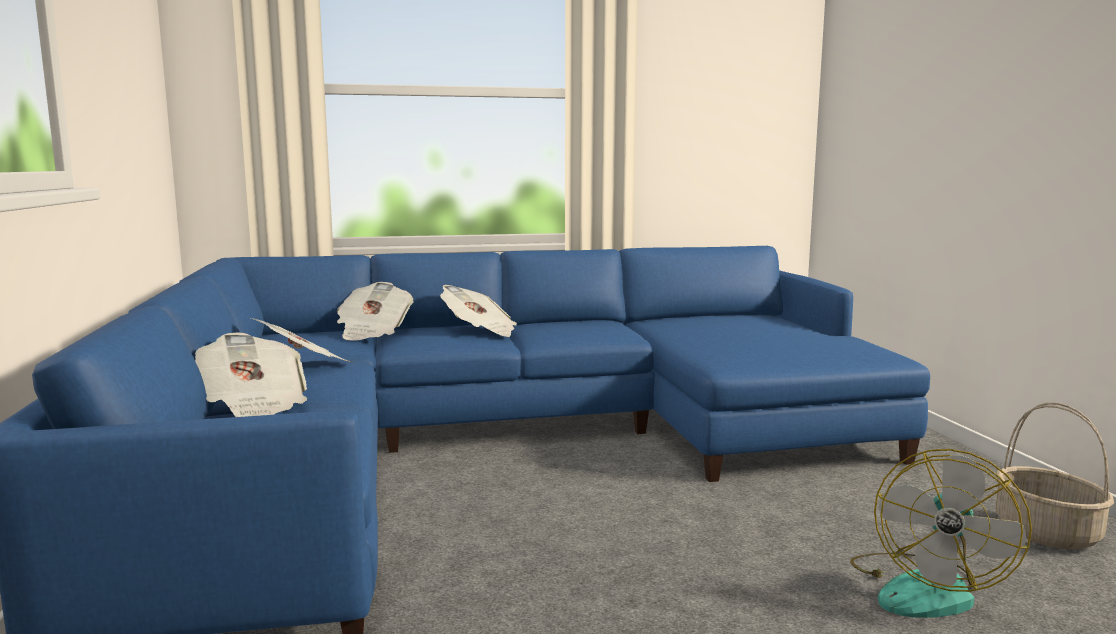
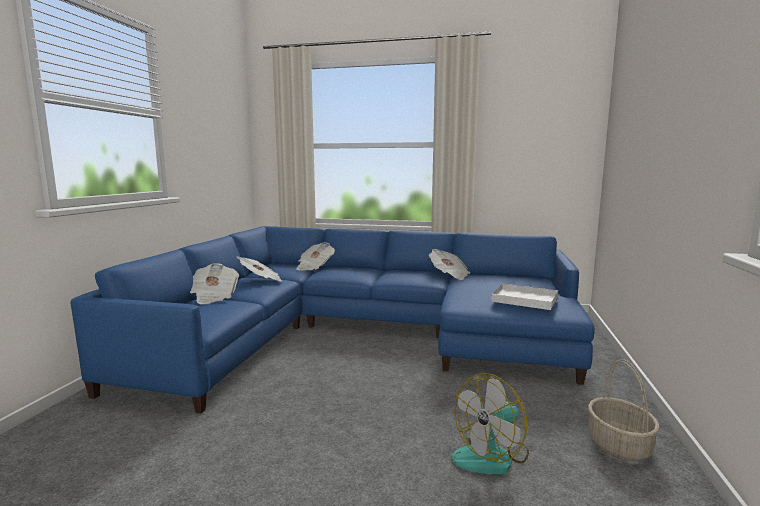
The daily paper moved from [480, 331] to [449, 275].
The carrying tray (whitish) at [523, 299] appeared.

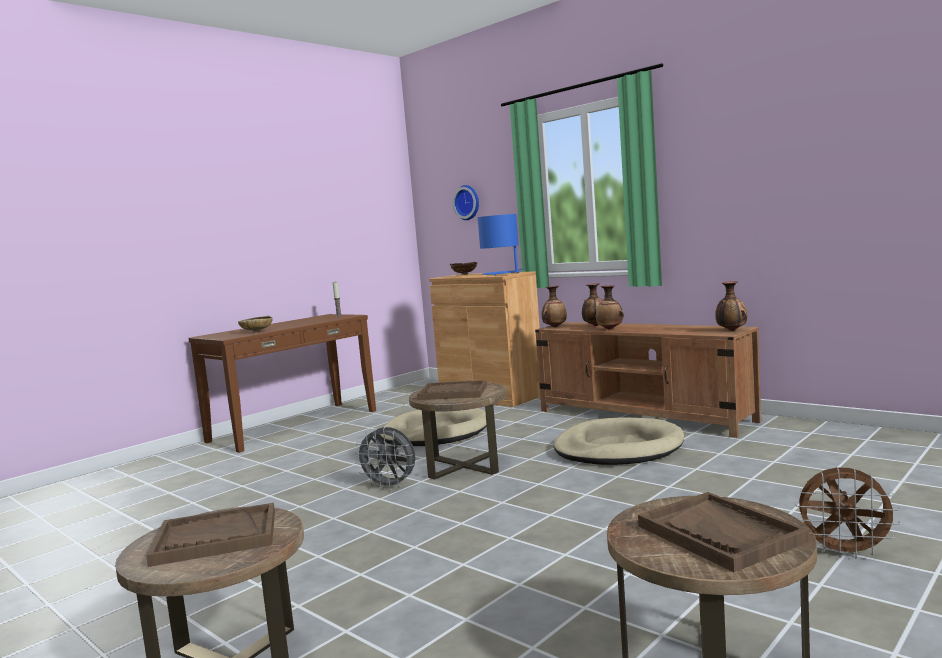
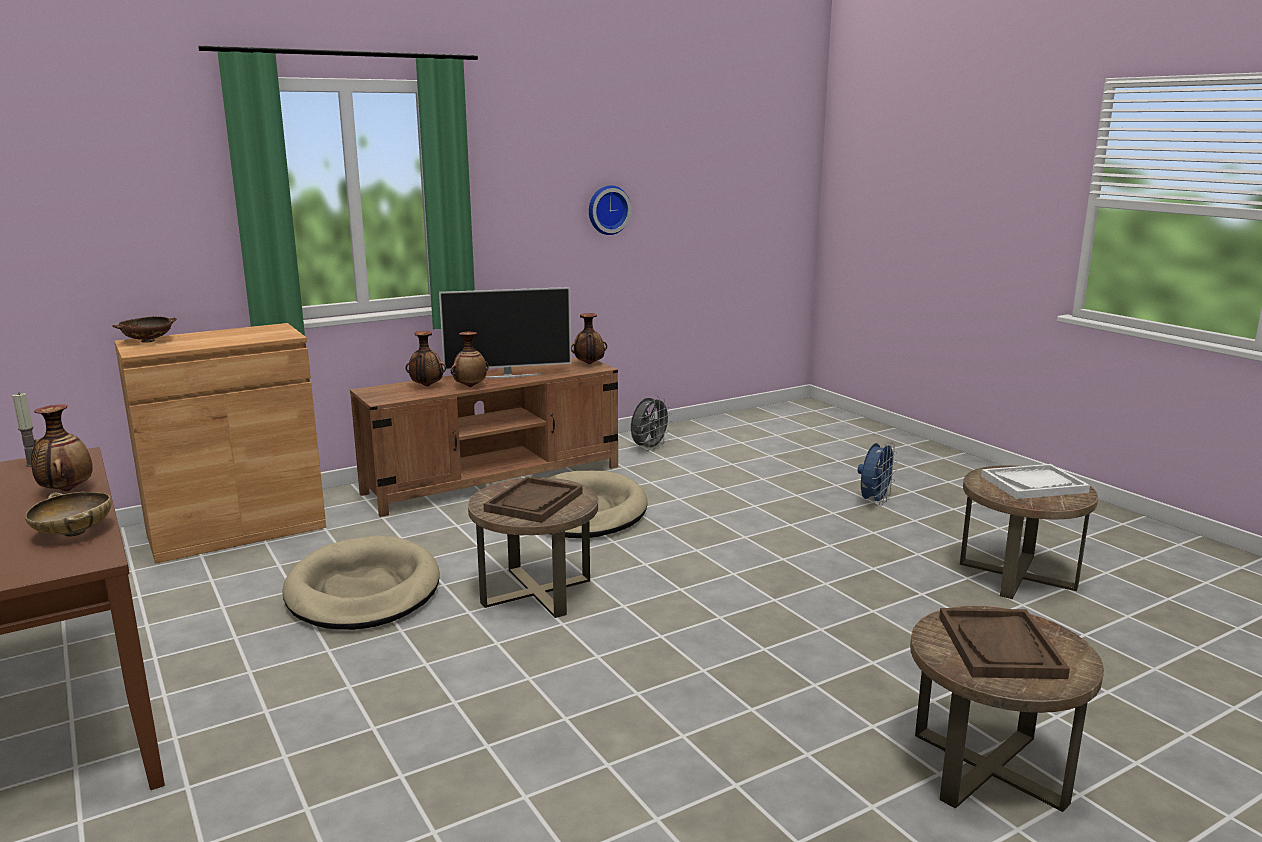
The decorative vase moved from [554, 327] to [66, 490].
The television at [508, 376] appeared.
The clock on the wall moved from [468, 202] to [607, 210].
The cooling fan (grey) moved from [390, 487] to [649, 448].
The cooling fan (brown-coloured) at [845, 552] became the cooling fan (blue-coloured) at [874, 501].
The carrying tray (brown-coloured) at [720, 533] became the carrying tray (whitish) at [1033, 484].
The table lamp (blue-coloured) at [501, 274] disappeared.

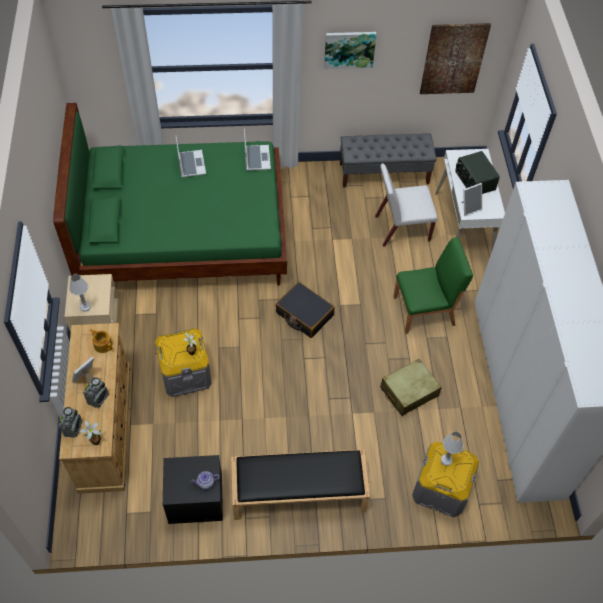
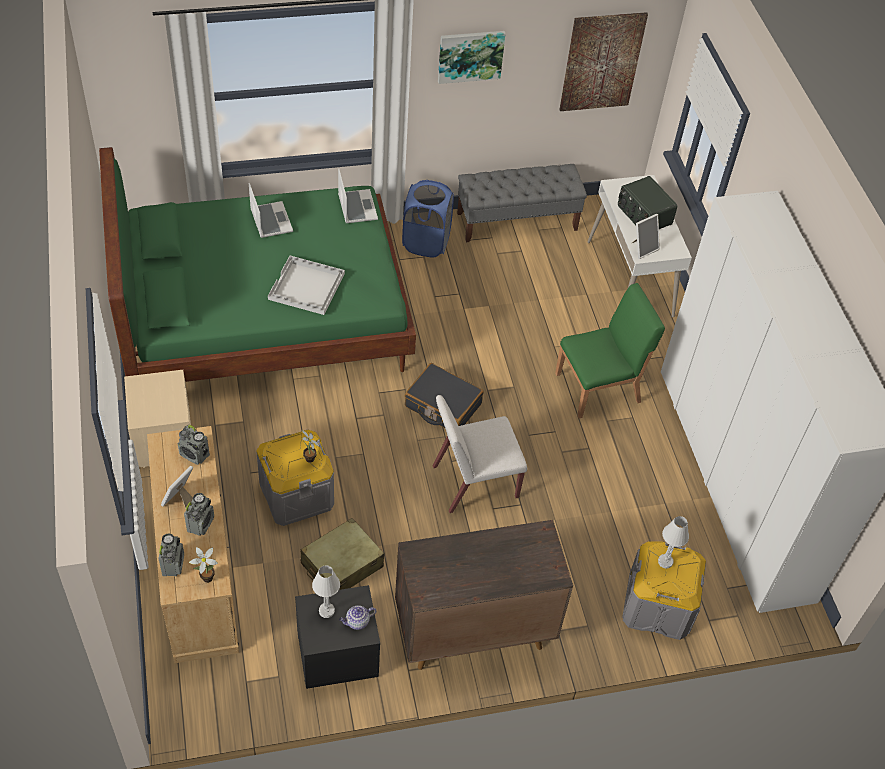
The pot for tea at [103, 344] was replaced by the radio receiver at [195, 455].
The carrying tray (whitish) at [307, 287] appeared.
The piece of luggage (sand-coloured) moved from [409, 392] to [341, 565].
The table lamp (whitish) moved from [85, 307] to [326, 611].
The bench (black-coloured) at [298, 493] was replaced by the cabinet (brown-coloured) at [472, 631].
The laundry basket (blue-coloured) at [426, 243] appeared.
The plain chair (whitish) moved from [401, 228] to [474, 482].

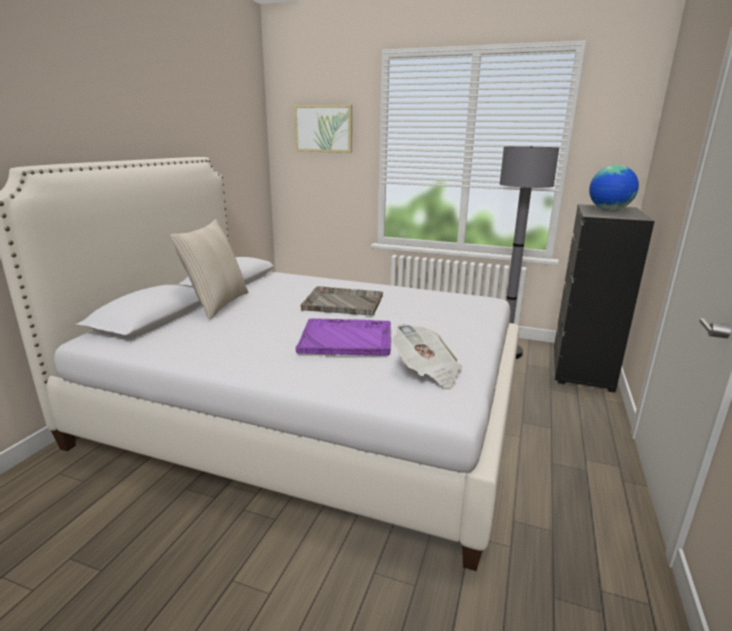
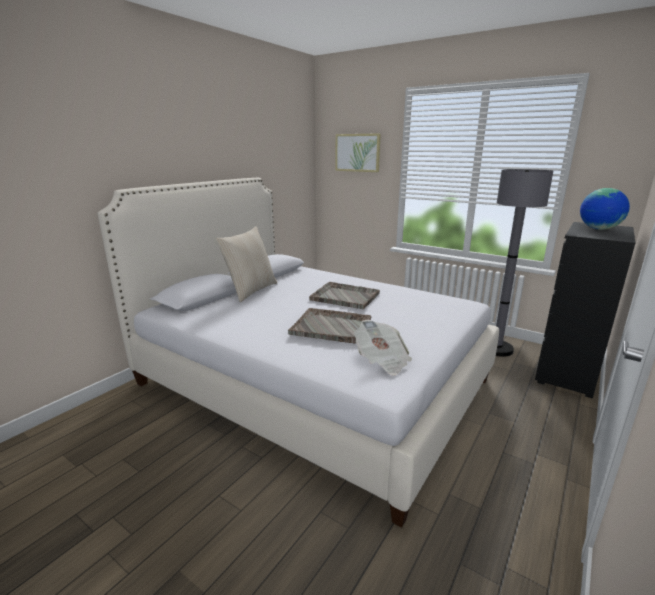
The carrying tray (purple) at [347, 339] became the carrying tray (grey) at [332, 327].

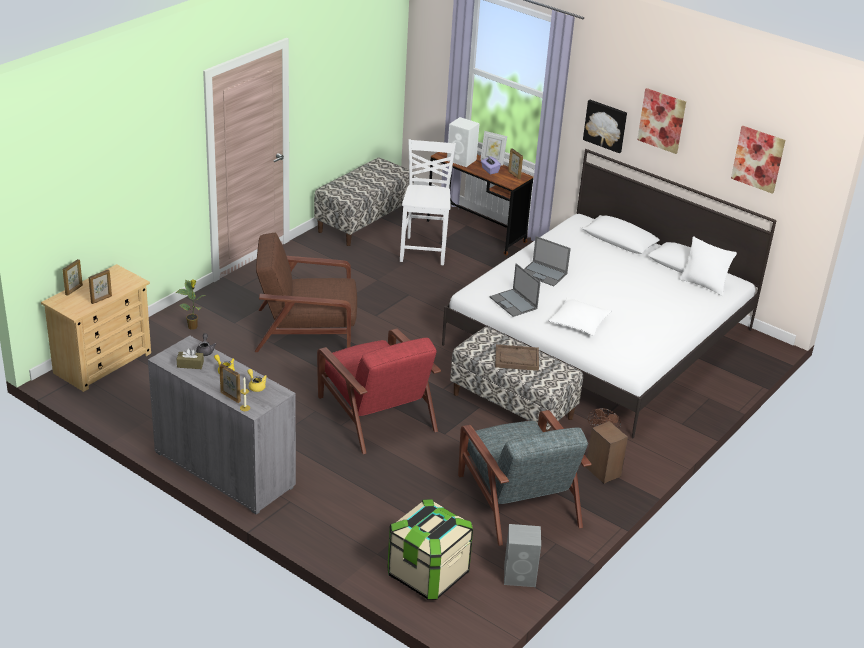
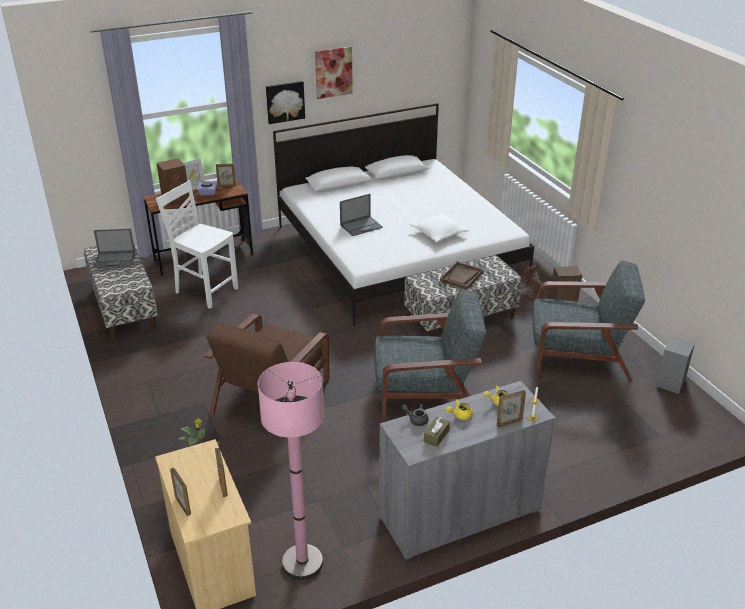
The portable computer moved from [514, 303] to [115, 260].
The speaker (whitish) at [462, 160] became the speaker (brown-coloured) at [176, 200].
The standing lamp (pink) at [302, 563] appeared.
The armchair (reddish) at [375, 412] became the armchair (grey) at [426, 391].
The storage bin at [428, 574] disappeared.
The cushion (whitish) at [703, 285] disappeared.
The picture at [758, 159] disappeared.

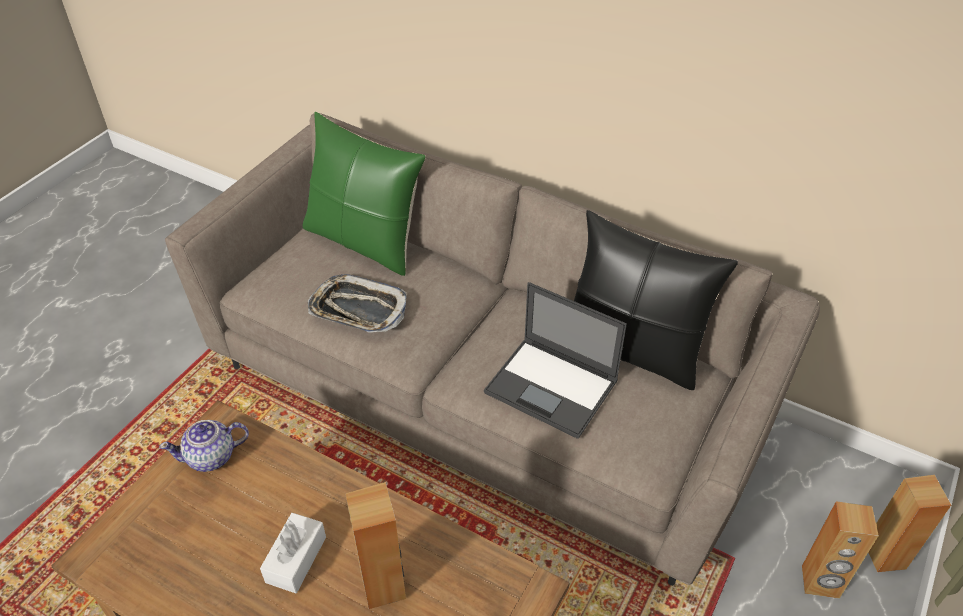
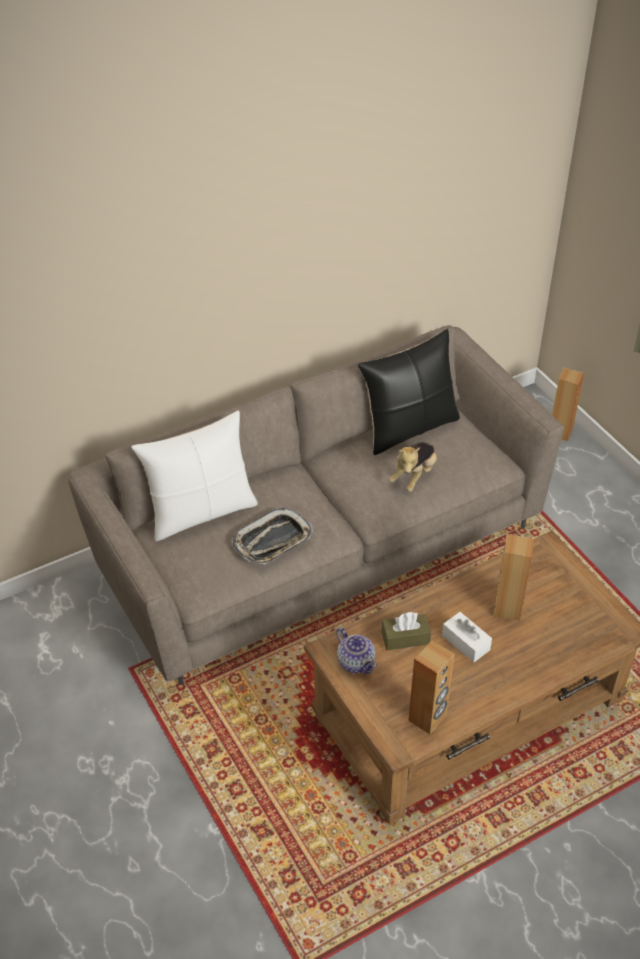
The cushion (green) at [364, 241] became the cushion (whitish) at [201, 512].
The pot for tea at [212, 457] turned 45 degrees counterclockwise.
The tissue box (brown-coloured) at [405, 638] appeared.
The portable computer at [552, 387] was replaced by the plush toy at [414, 476].
The speaker (brown-coloured) moved from [820, 582] to [428, 718].

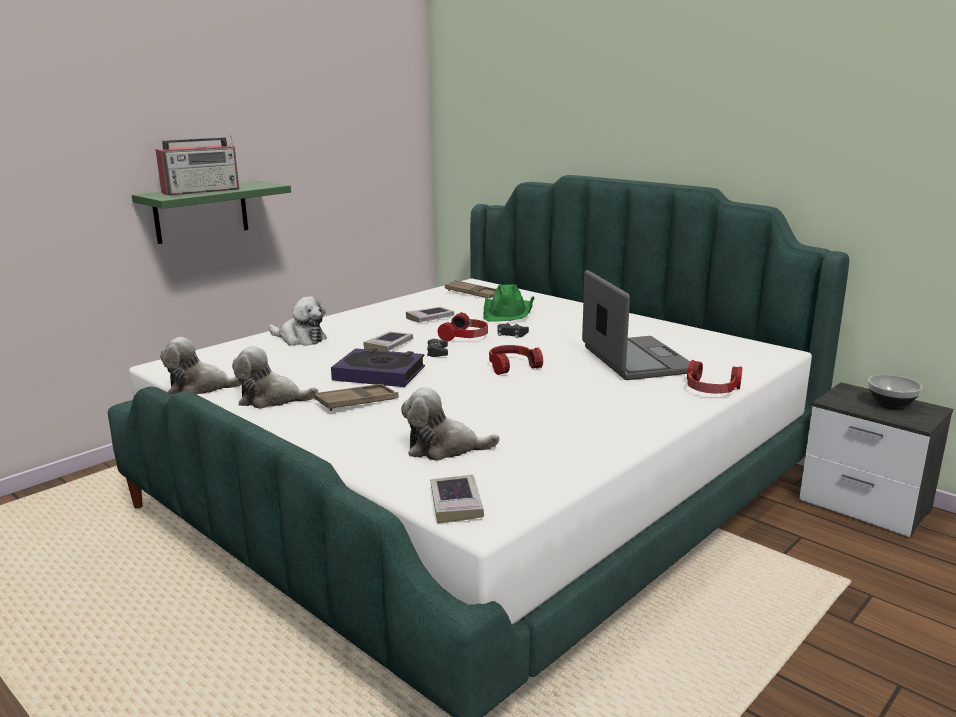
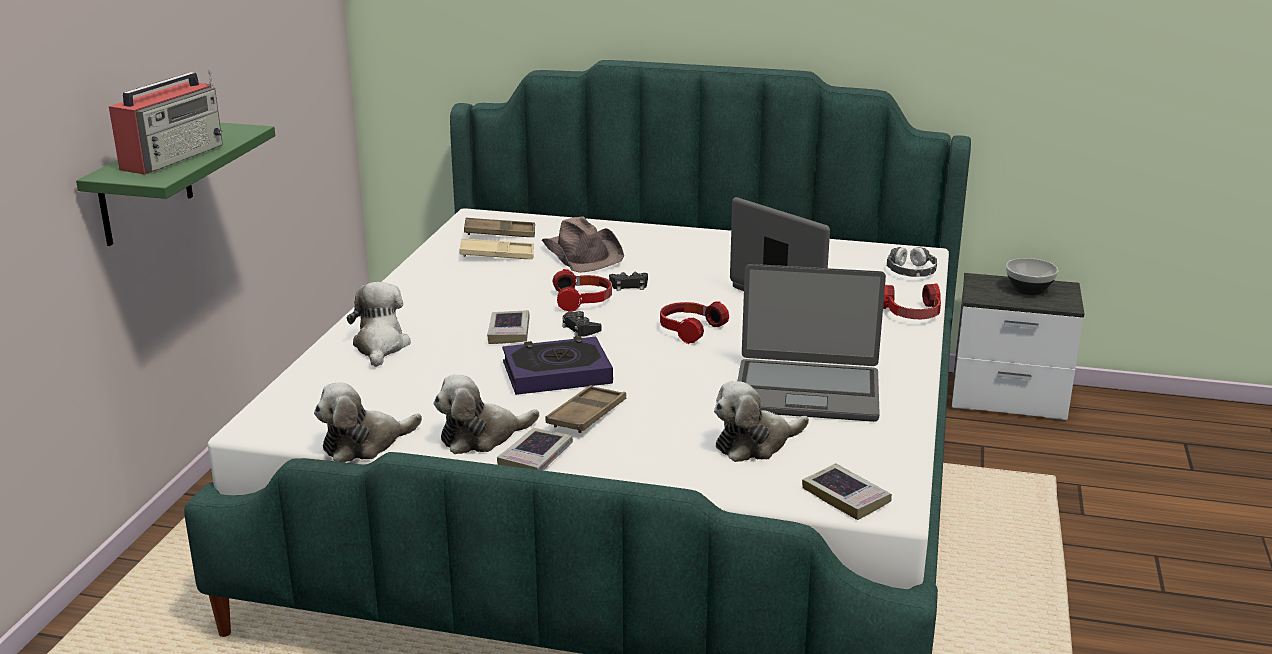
The plush toy at [300, 339] turned 90 degrees counterclockwise.
The carrying tray (sand-coloured) at [497, 255] appeared.
The book moved from [430, 318] to [535, 457].
The hat (green) at [508, 312] became the hat (brown-coloured) at [583, 254].
The portable computer at [807, 391] appeared.
The headset at [911, 271] appeared.

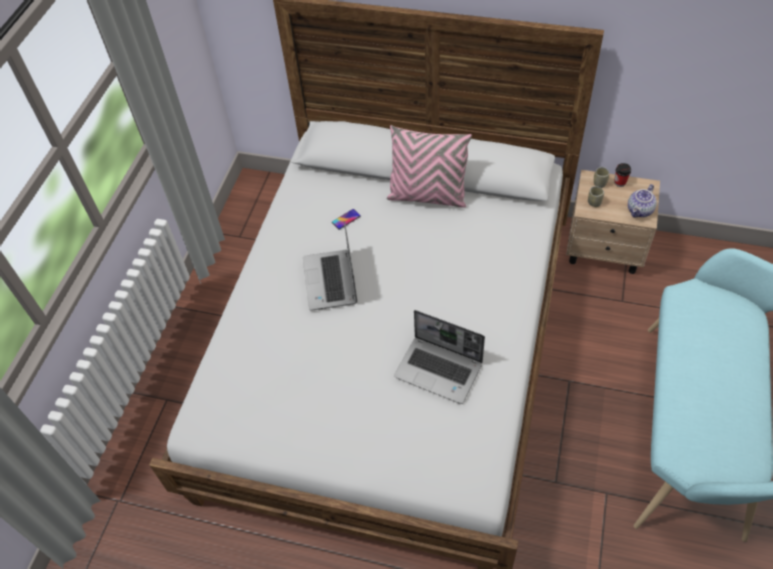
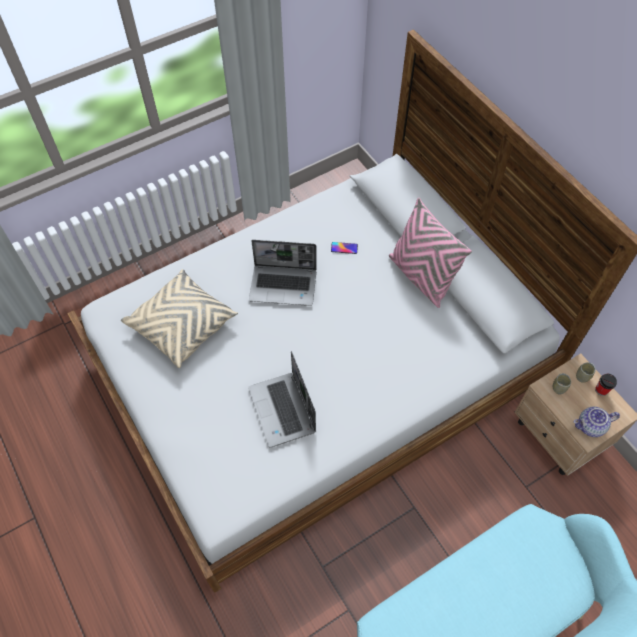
The cushion (sand-coloured) at [182, 324] appeared.
The portable computer at [331, 281] turned 120 degrees counterclockwise.

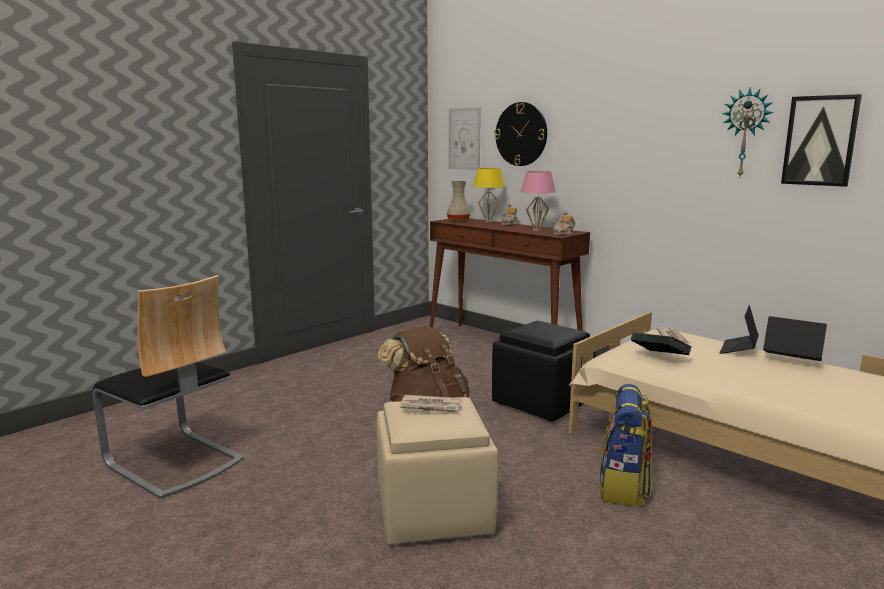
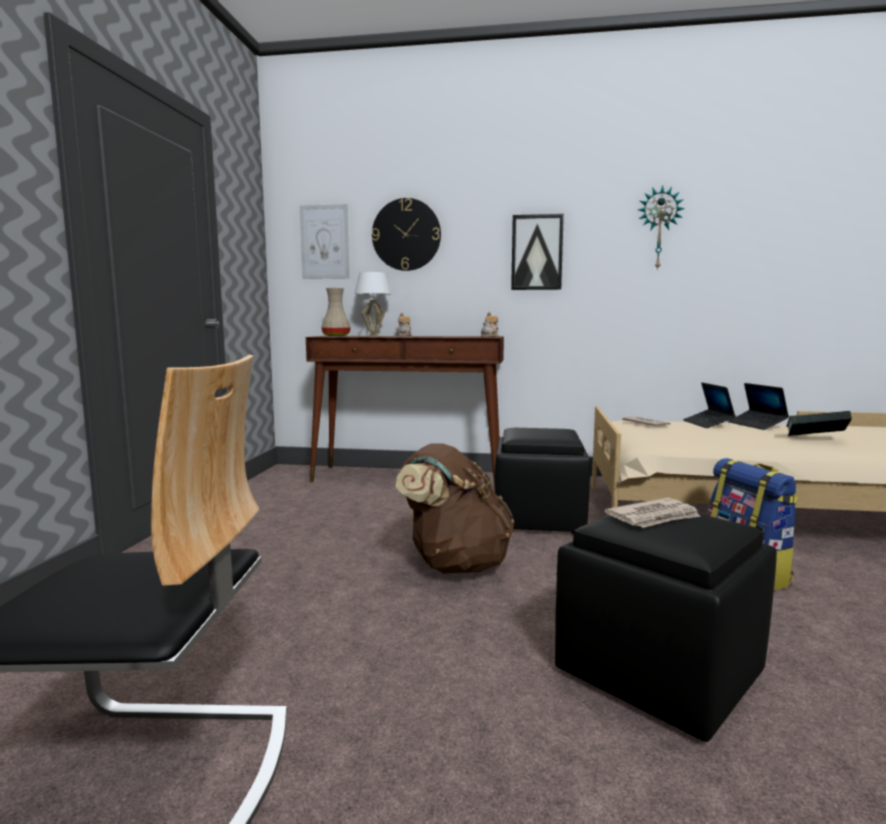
The table lamp (yellow-coloured) at [488, 221] became the table lamp (whitish) at [373, 335].
The picture moved from [820, 141] to [537, 252].
The footrest (sand-coloured) at [433, 513] became the footrest (black-coloured) at [660, 673].
The portable computer at [791, 360] turned 105 degrees counterclockwise.
The book moved from [659, 358] to [815, 440].
The table lamp (pink) at [536, 230] disappeared.

